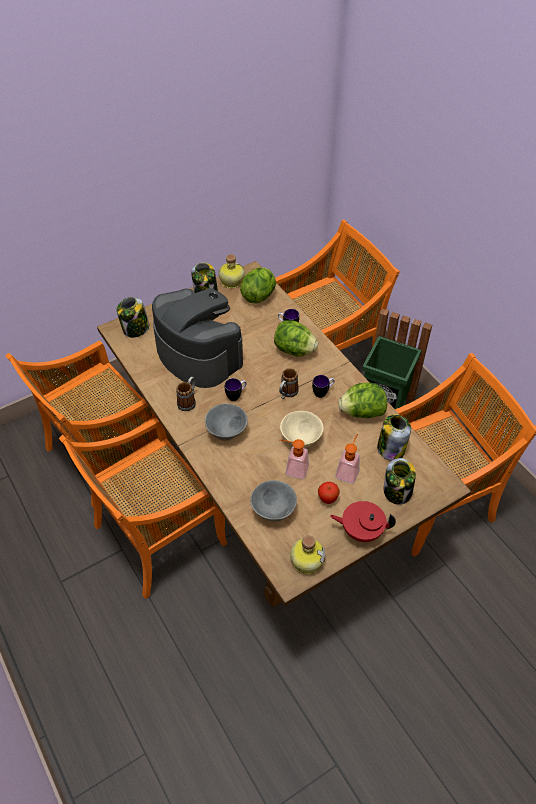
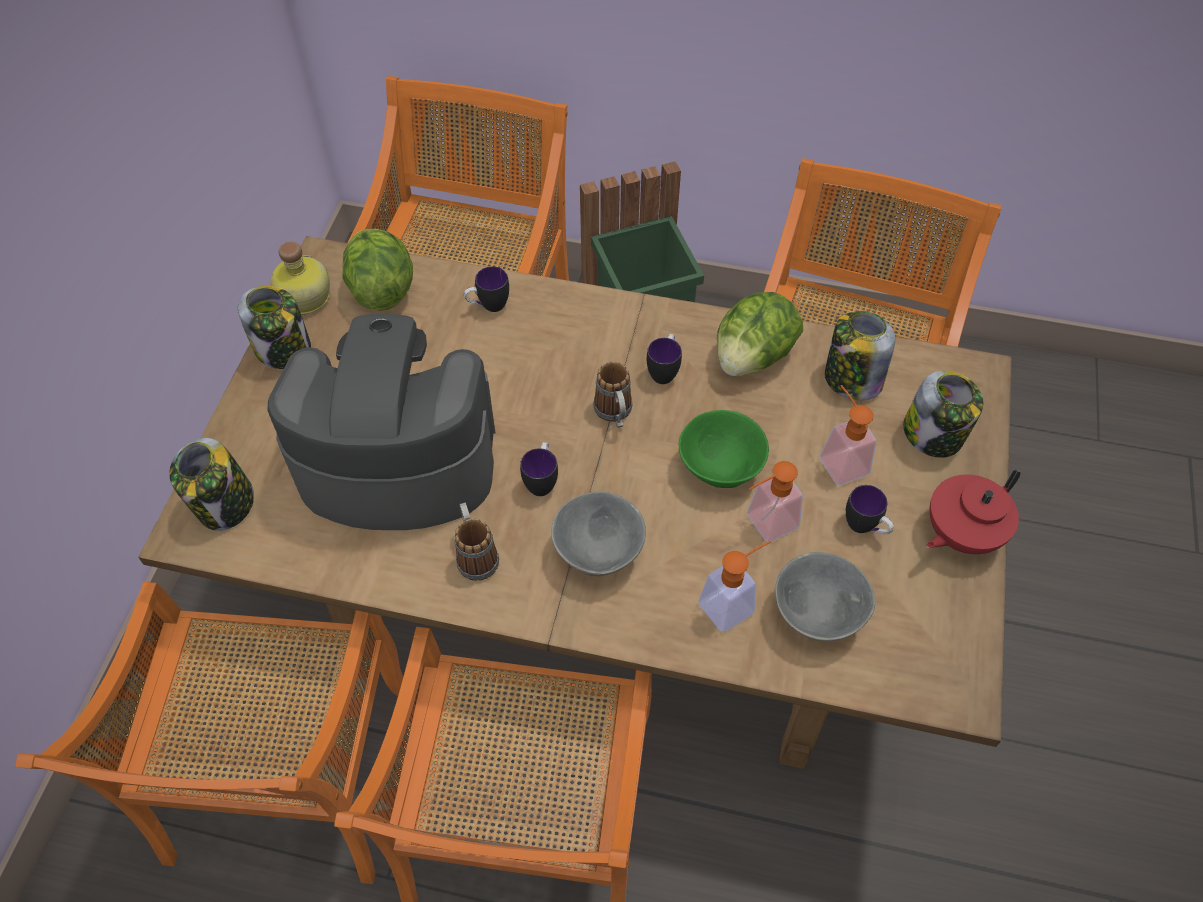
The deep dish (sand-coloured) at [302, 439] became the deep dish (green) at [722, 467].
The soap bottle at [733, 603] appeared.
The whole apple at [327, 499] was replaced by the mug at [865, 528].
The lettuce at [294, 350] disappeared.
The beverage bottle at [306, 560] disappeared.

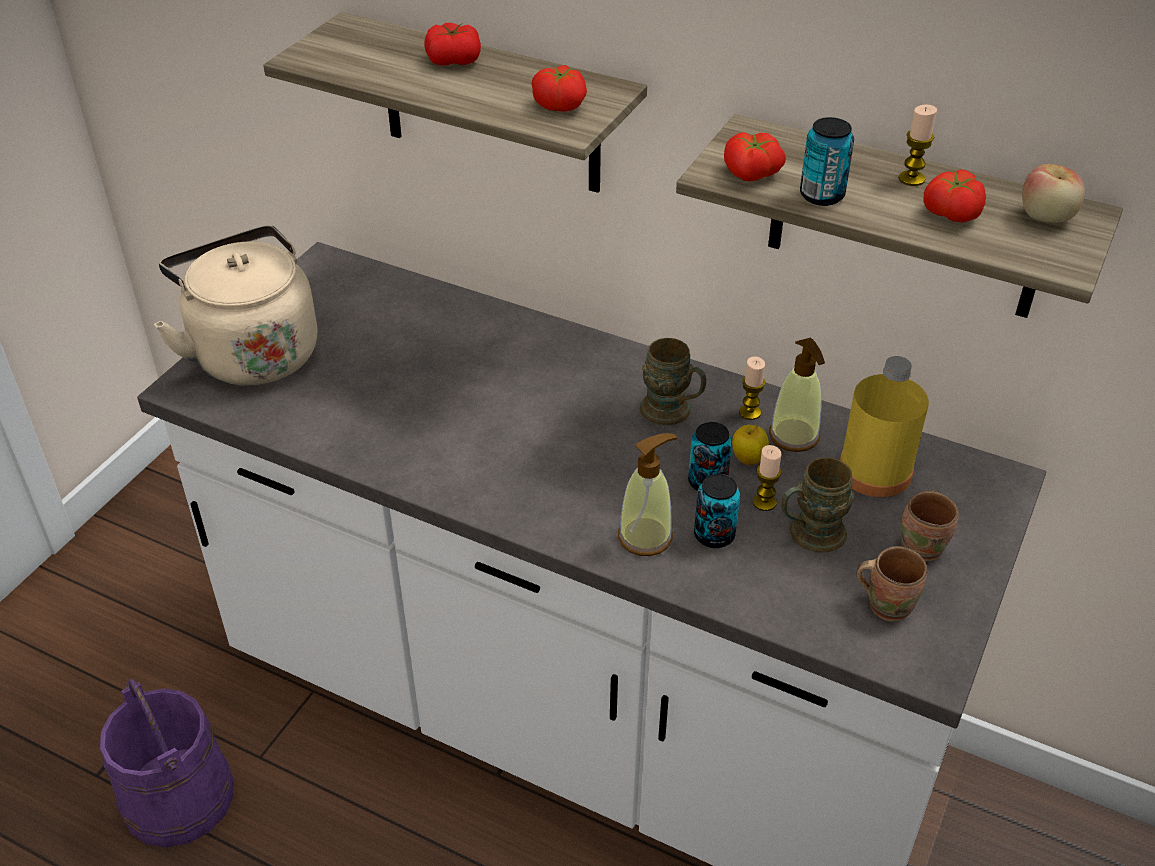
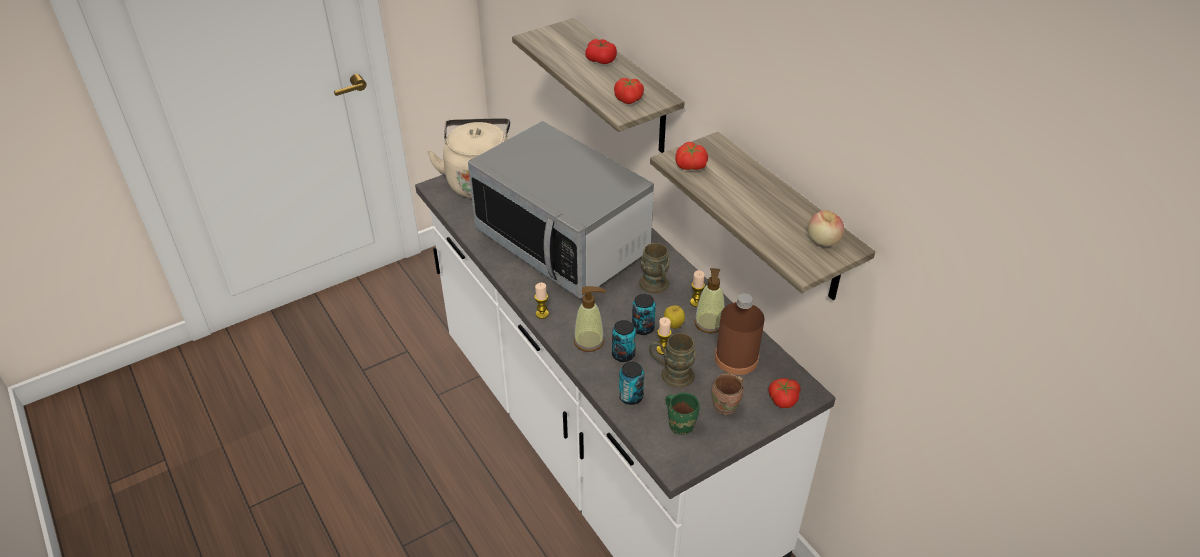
The microwave at [563, 243] appeared.
The candle moved from [911, 179] to [542, 314].
The metal can moved from [822, 195] to [631, 397].
The mug (brown-coloured) at [887, 603] became the mug (green) at [681, 424].
The beverage bottle (yellow-coloured) at [875, 471] became the beverage bottle (brown-coloured) at [736, 358].
The fresh tomato moved from [950, 214] to [782, 399].
The bucket (purple) at [177, 797] disappeared.

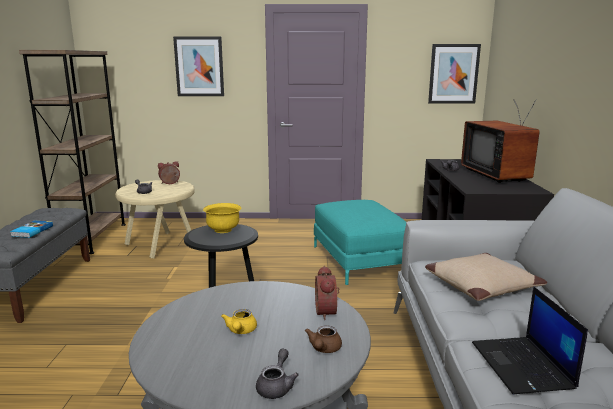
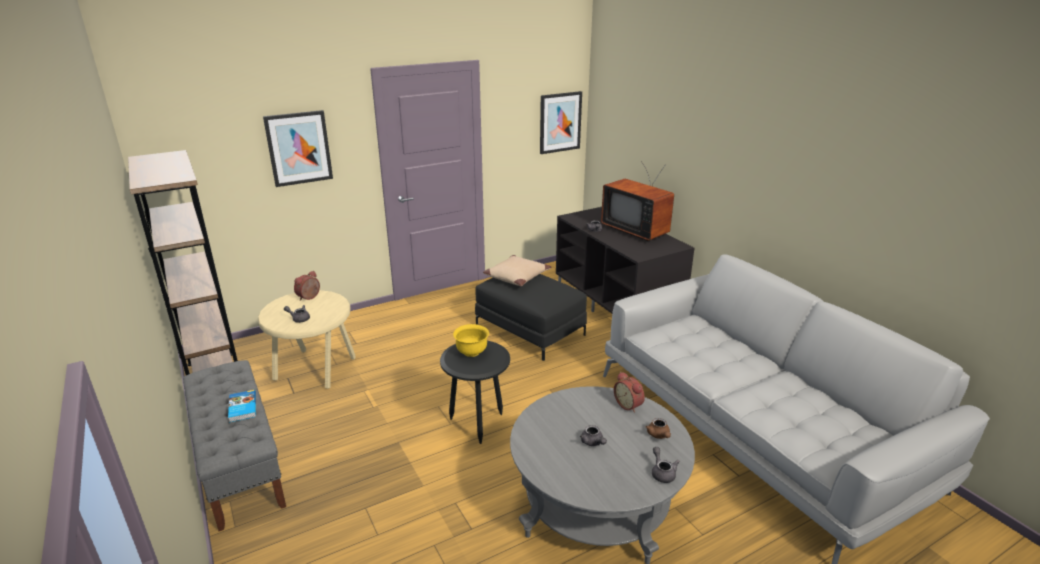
The footrest (blue-green) at [358, 260] became the footrest (black-coloured) at [529, 330].
The cushion (sand-coloured) moved from [481, 286] to [516, 277].
The pot for tea (yellow-coloured) at [240, 331] became the pot for tea (grey) at [593, 443].
The portable computer at [523, 366] disappeared.

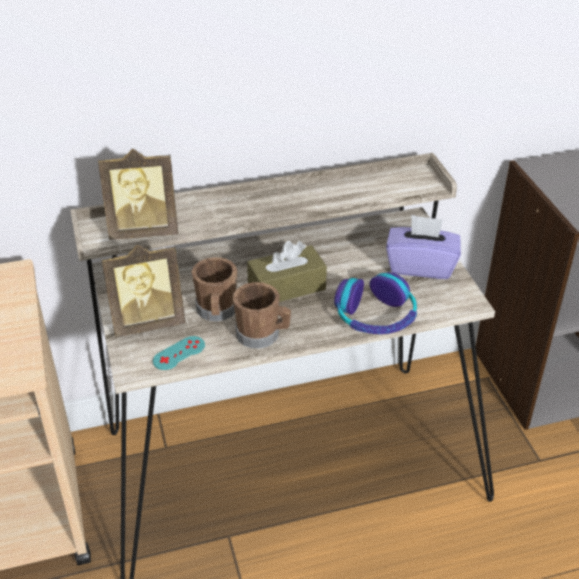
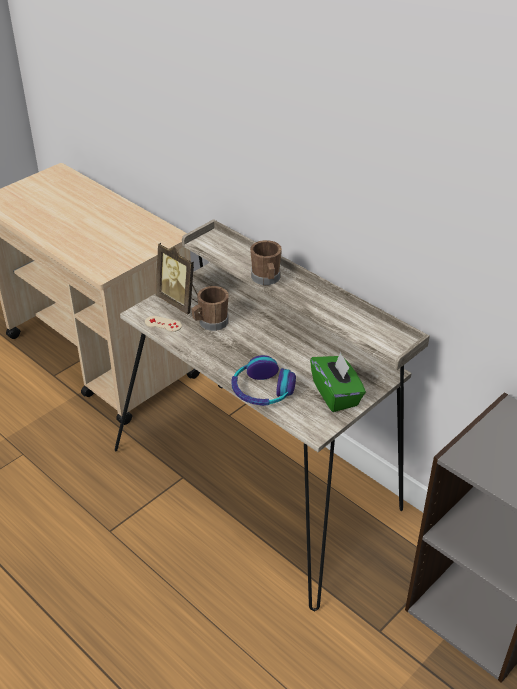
The gamepad (blue-green) at [179, 353] became the gamepad (sand-coloured) at [163, 324].
The mug (brown-coloured) moved from [262, 335] to [266, 279].
The tissue box (purple) at [421, 266] became the tissue box (green) at [336, 394].
The picture frame at [144, 230] disappeared.
The tissue box (brown-coloured) at [286, 287] disappeared.

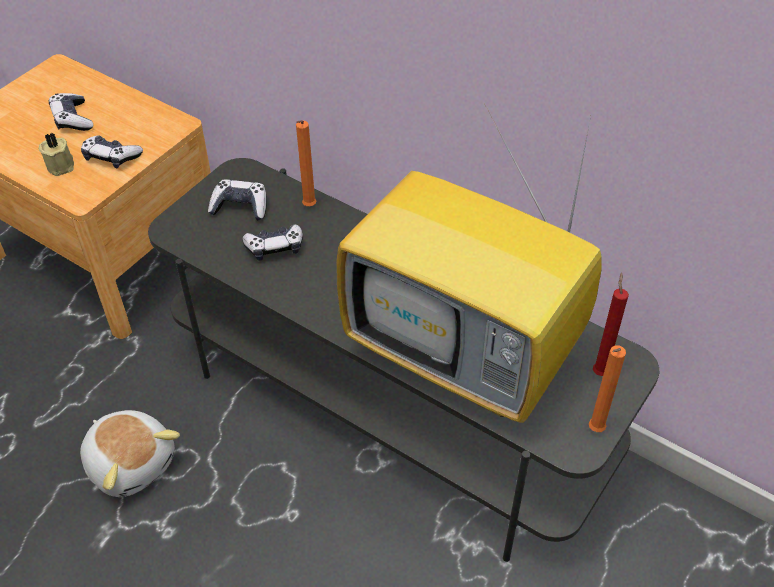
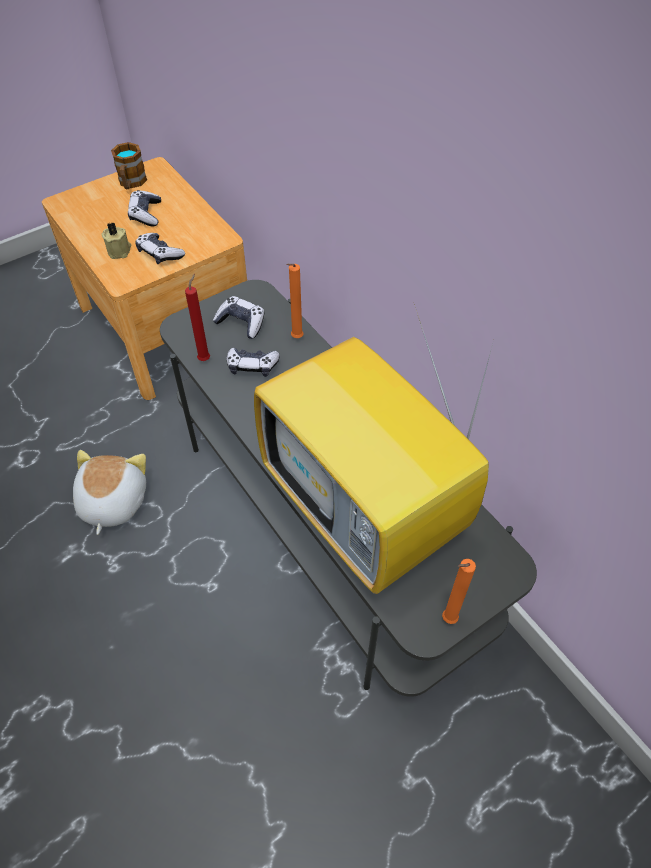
The plush toy at [131, 462] turned 150 degrees counterclockwise.
The mug at [131, 183] appeared.
The candle (reddish) moved from [599, 371] to [205, 358].

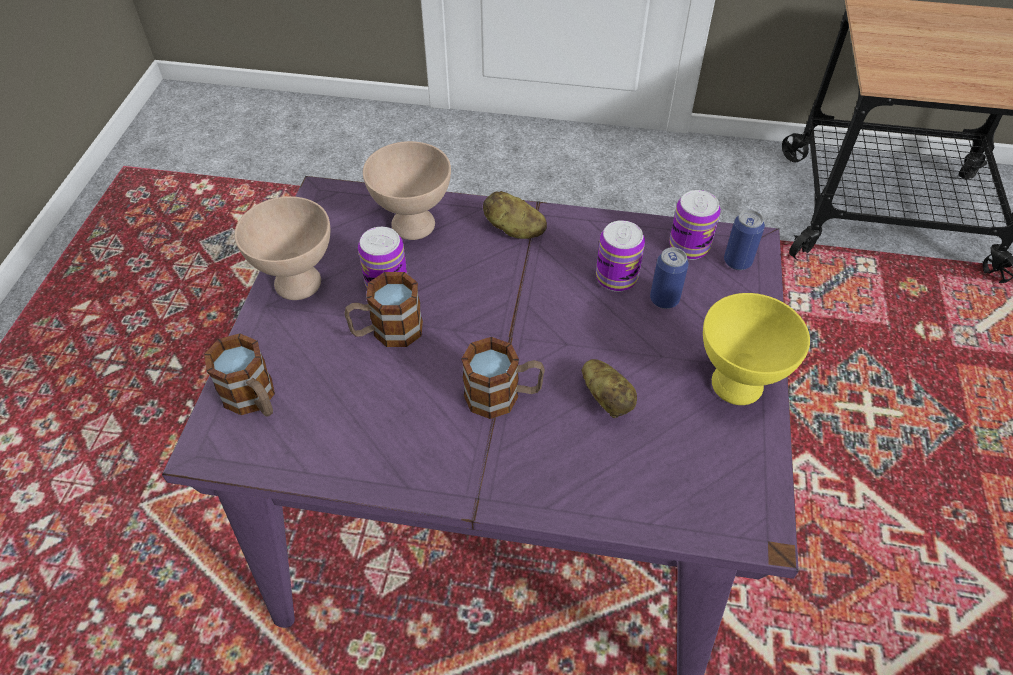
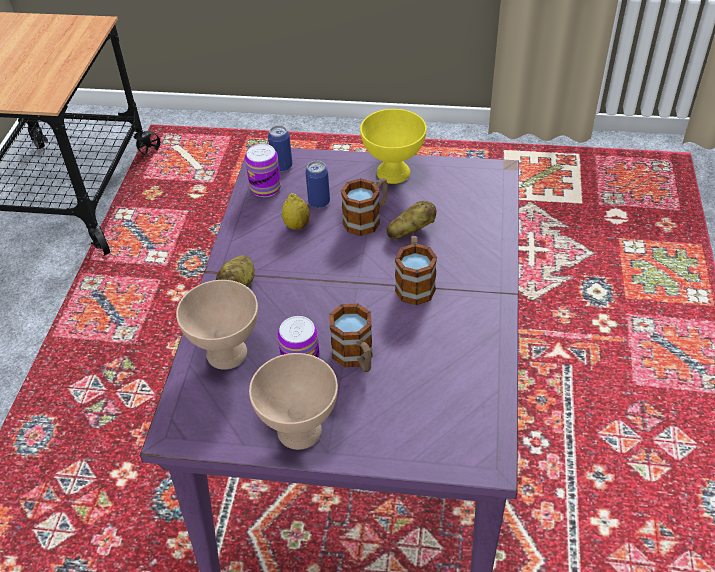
The metal can at [616, 277] was replaced by the whole lemon at [297, 225].
The mug moved from [254, 400] to [367, 218].

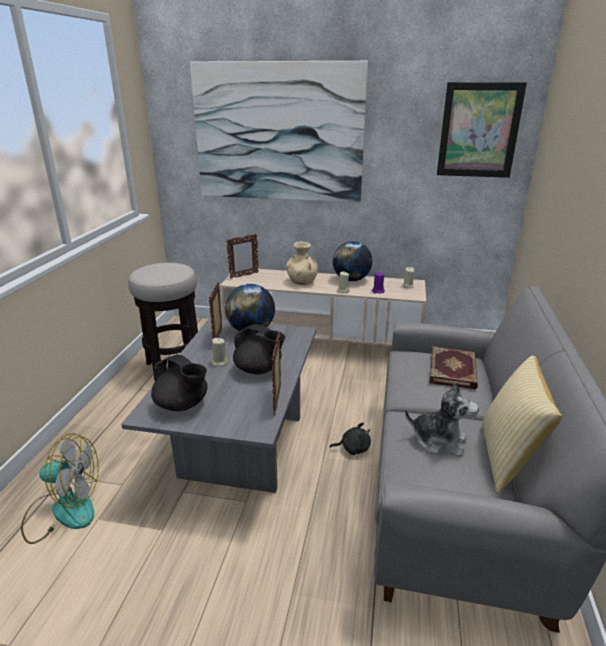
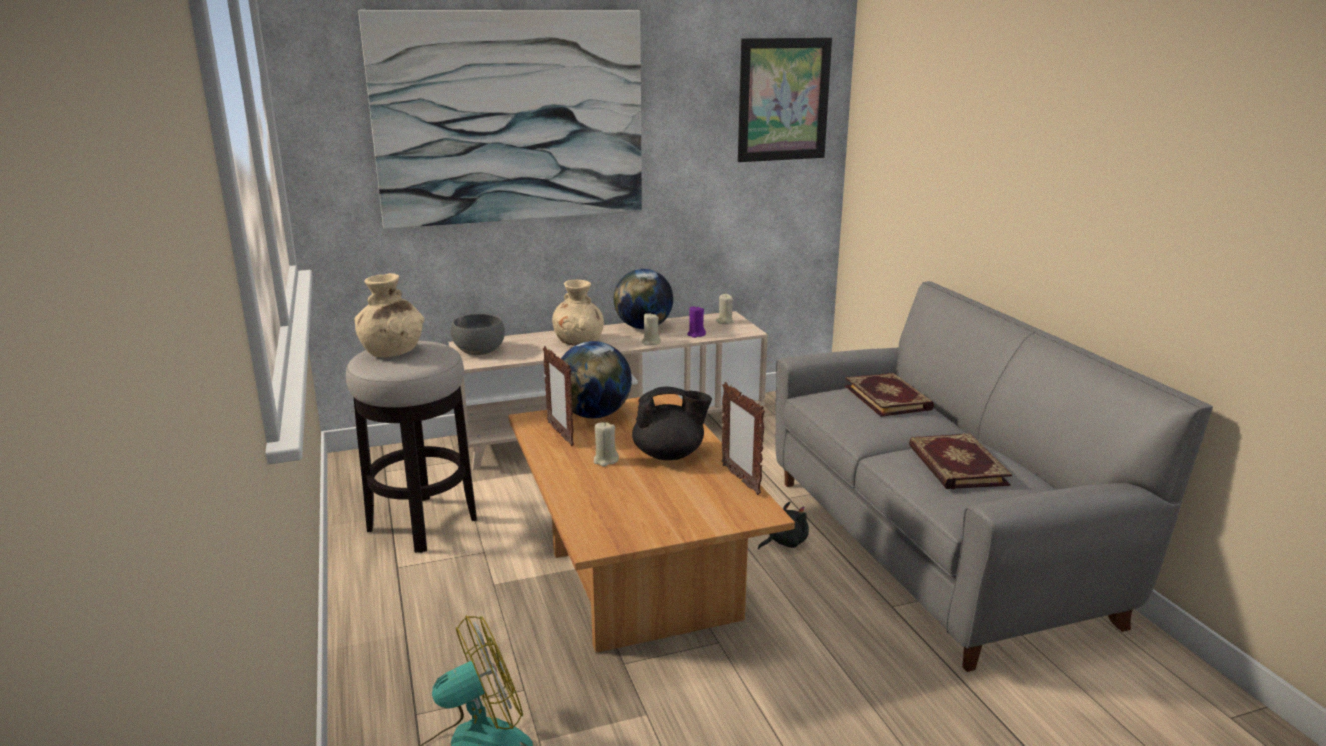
The decorative vase (sand-coloured) at [392, 351] appeared.
The picture frame at [244, 275] was replaced by the deep dish (grey) at [479, 350].
The coffee table (grey) at [239, 443] became the coffee table (brown-coloured) at [636, 584].
The plush toy at [439, 440] was replaced by the book at [955, 465].
The pot for tea (black-coloured) at [182, 405] disappeared.
The cushion at [508, 458] disappeared.

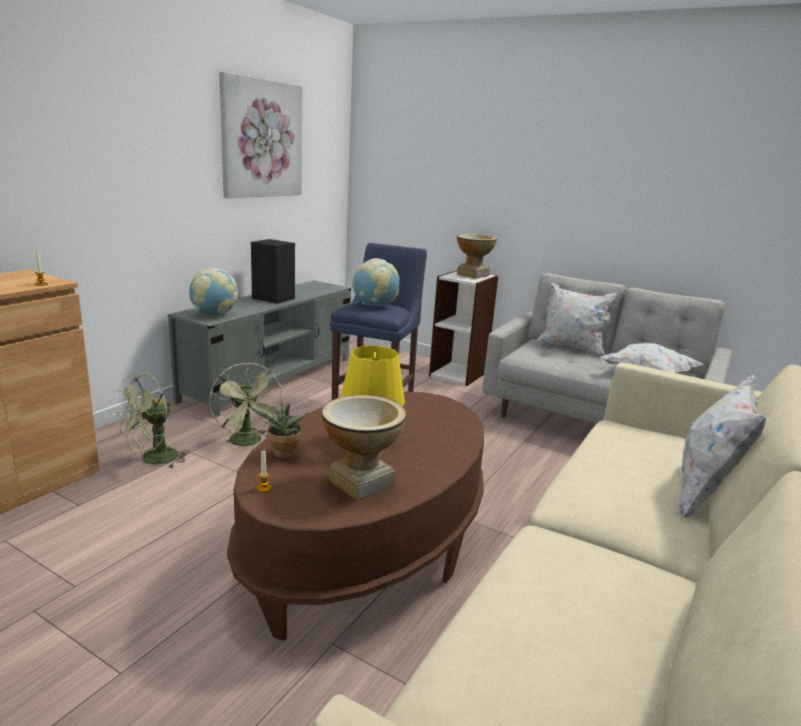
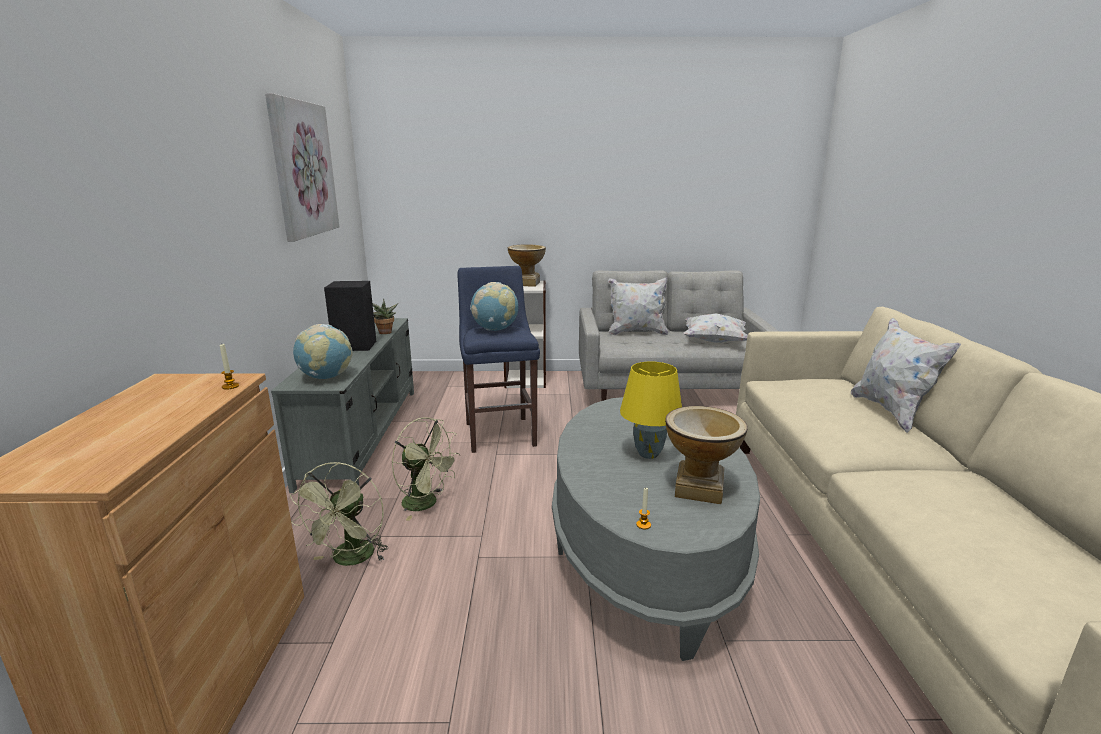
The plant in a pot moved from [283, 455] to [385, 333].
The coffee table (brown-coloured) at [367, 545] became the coffee table (grey) at [645, 550].

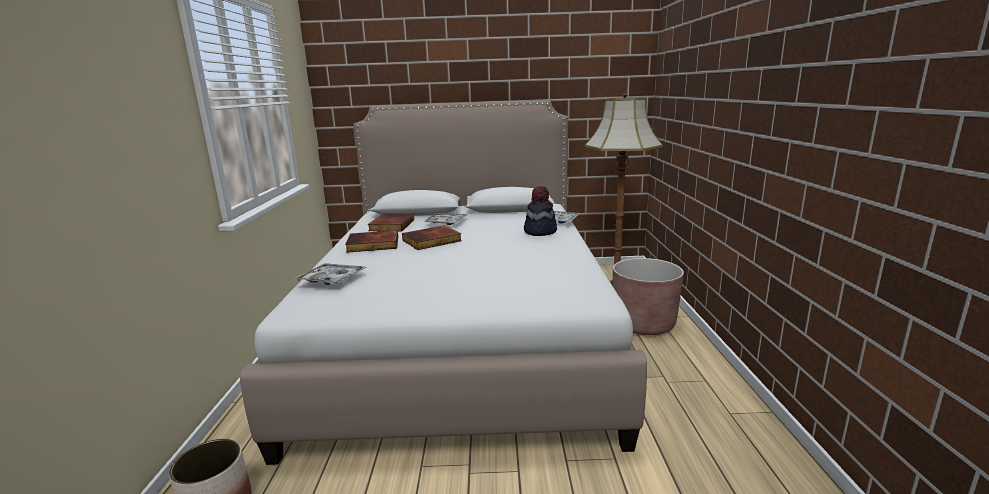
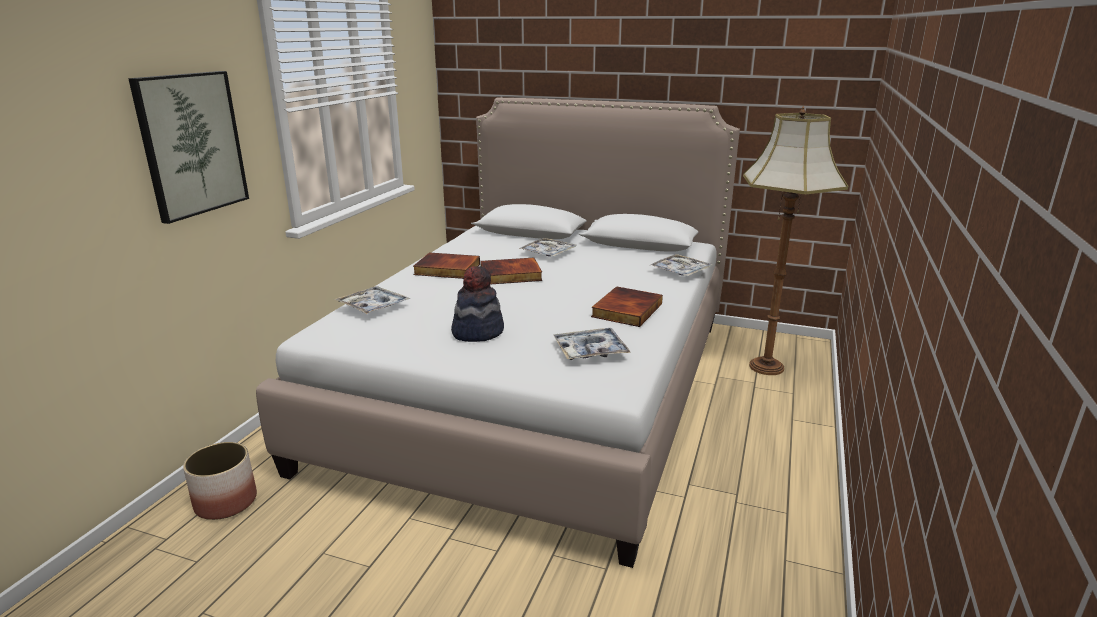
The picture at [191, 144] appeared.
The hat moved from [540, 231] to [477, 332].
The carrying tray at [590, 351] appeared.
The book moved from [391, 225] to [625, 310].
The planter (brown-coloured) at [643, 324] disappeared.

